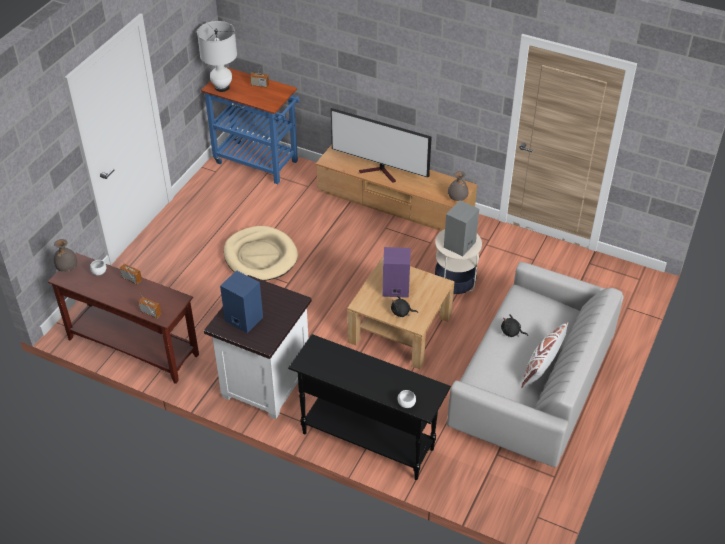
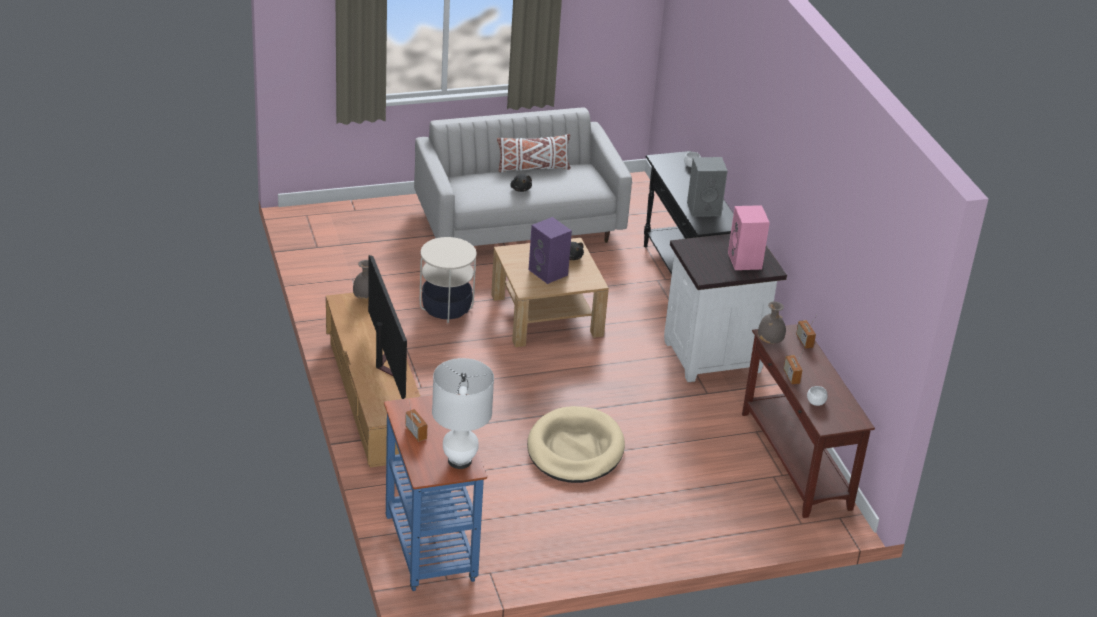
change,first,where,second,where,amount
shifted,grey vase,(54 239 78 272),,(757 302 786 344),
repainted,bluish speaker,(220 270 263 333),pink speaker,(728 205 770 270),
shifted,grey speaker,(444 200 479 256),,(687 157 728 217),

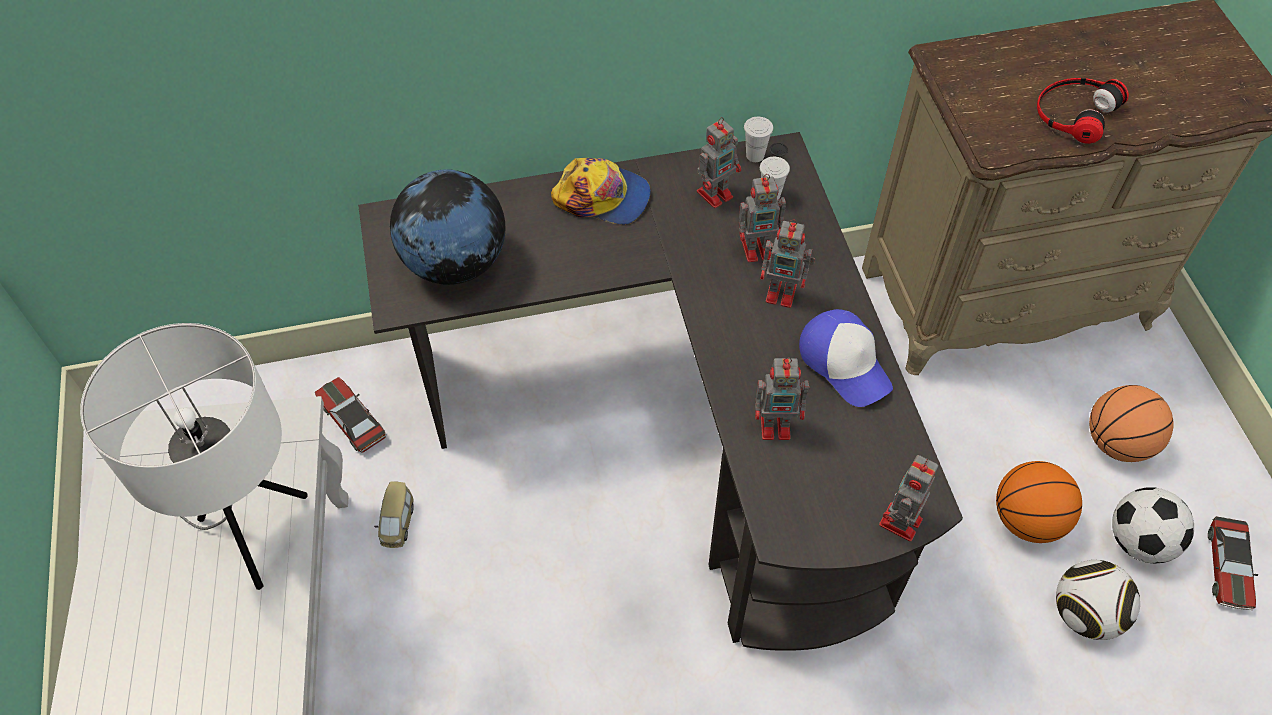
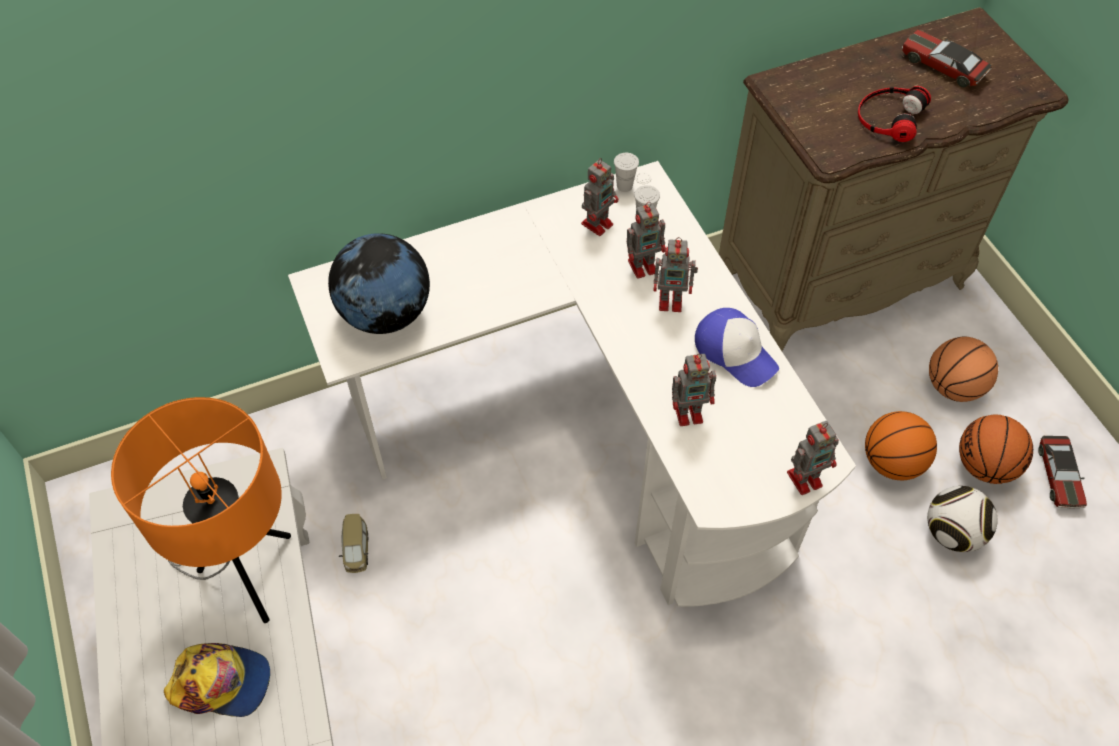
change,first,where,second,where,amount
repainted,white-coloured tabletop lamp,(80 323 308 590),orange-coloured tabletop lamp,(111 397 291 623),
shifted,miniature car,(315 377 386 453),,(902 30 992 87),
repainted,black-coloured desk table,(358 132 963 651),white-coloured desk table,(288 161 856 607),
shifted,baseball cap,(551 158 651 225),,(164 643 270 717),
rotated,toy robot,(879 455 938 542),,(787 421 839 495),135 degrees counterclockwise
swapped,football ball,(1112 487 1194 564),basketball,(959 415 1033 484),

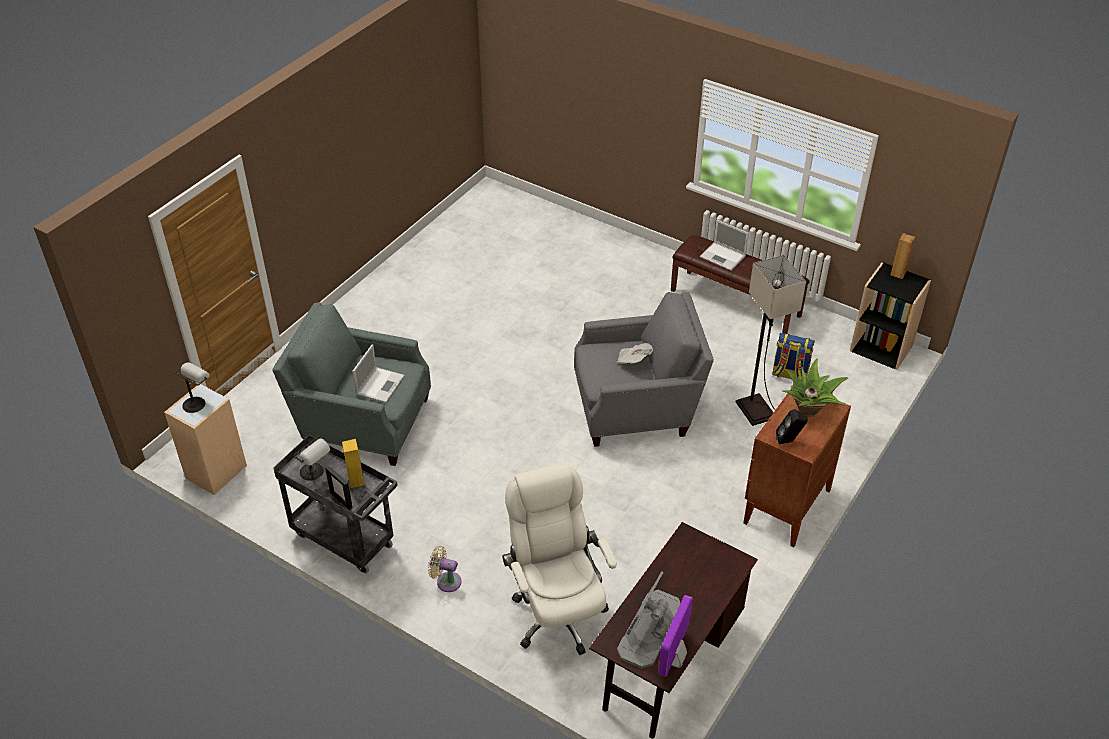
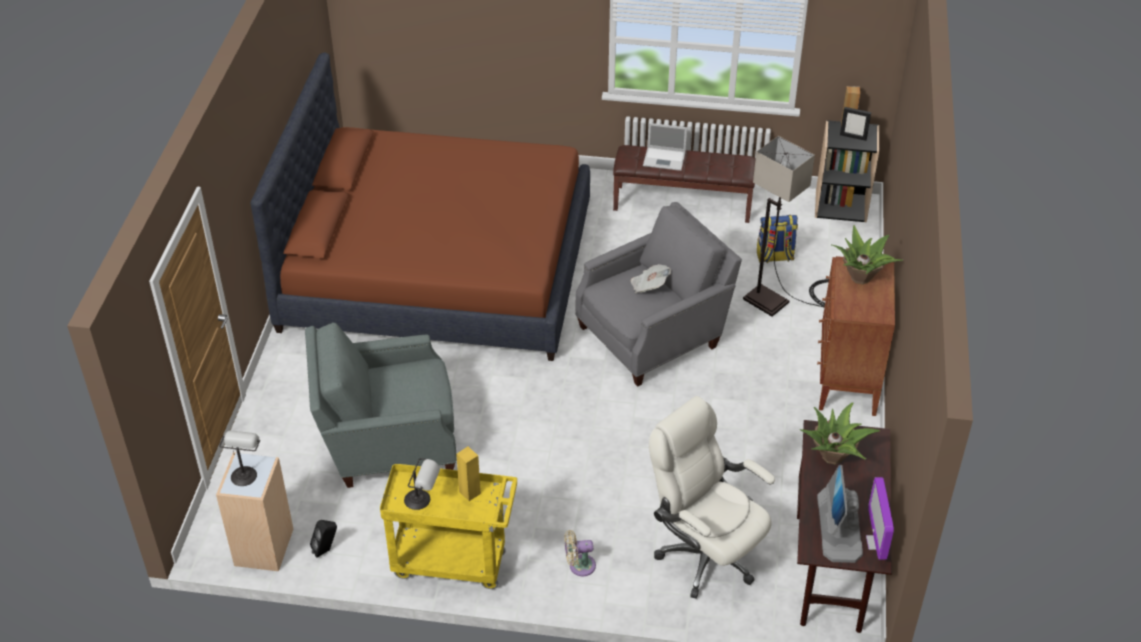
change,first,where,second,where,amount
repainted,grey wheeled cart,(274 436 397 573),yellow-coloured wheeled cart,(380 464 517 589),
shifted,photo frame,(325 465 353 510),,(840 107 871 141),
gone,portable computer,(352 344 404 403),,,
shifted,black-coloured speaker,(776 409 808 444),,(310 520 337 558),
new,,,brown-coloured bedroom bed,(250 52 590 361),
new,,,houseplant,(800 402 880 465),

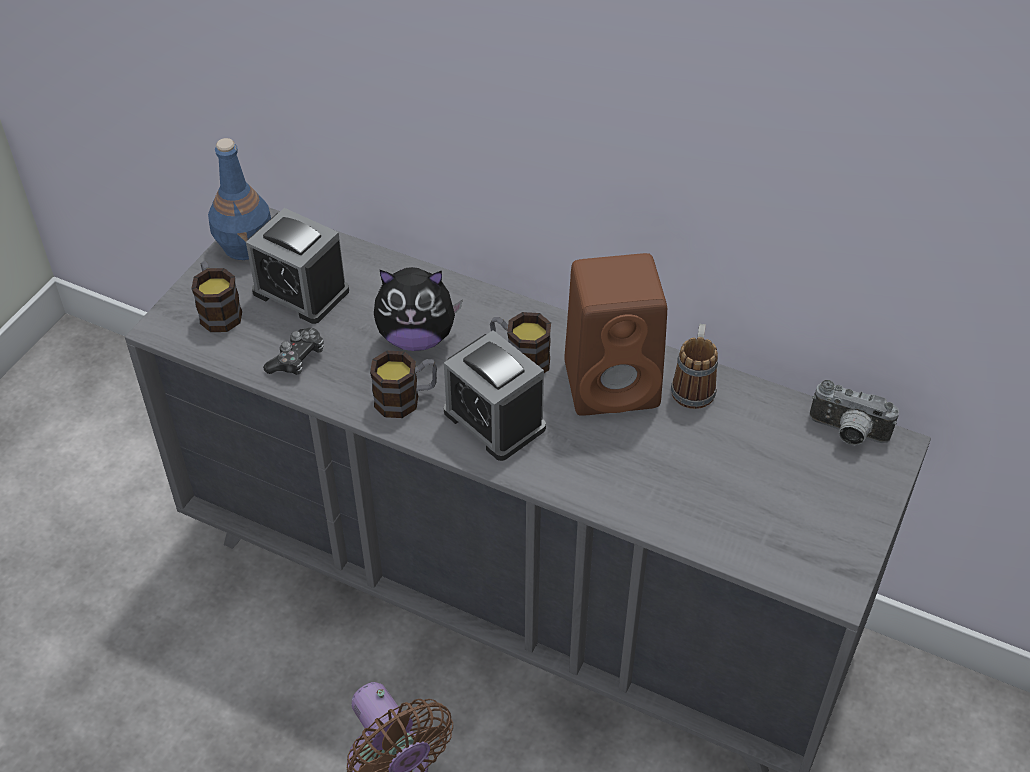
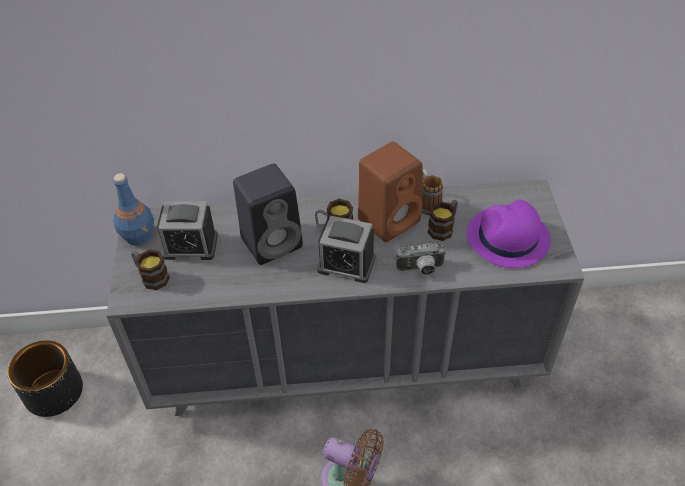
change,first,where,second,where,amount
gone,joypad,(263 328 324 375),,,
shifted,tea mug,(370 351 437 418),,(428 200 458 241),
swapped,plush toy,(374 267 463 351),black-coloured speaker,(233 163 303 265),
shifted,photo camera,(809 380 899 445),,(396 243 446 275),
new,,,black-coloured plant pot,(7 340 83 417),
new,,,purple wearable hat,(467 200 551 268),

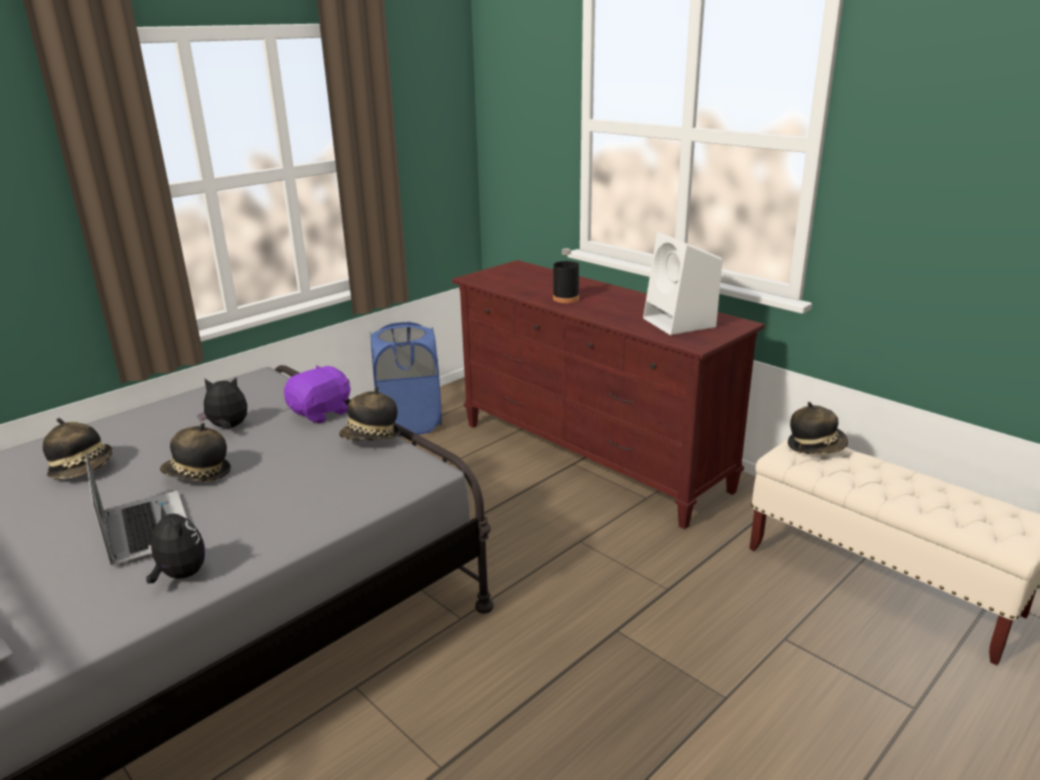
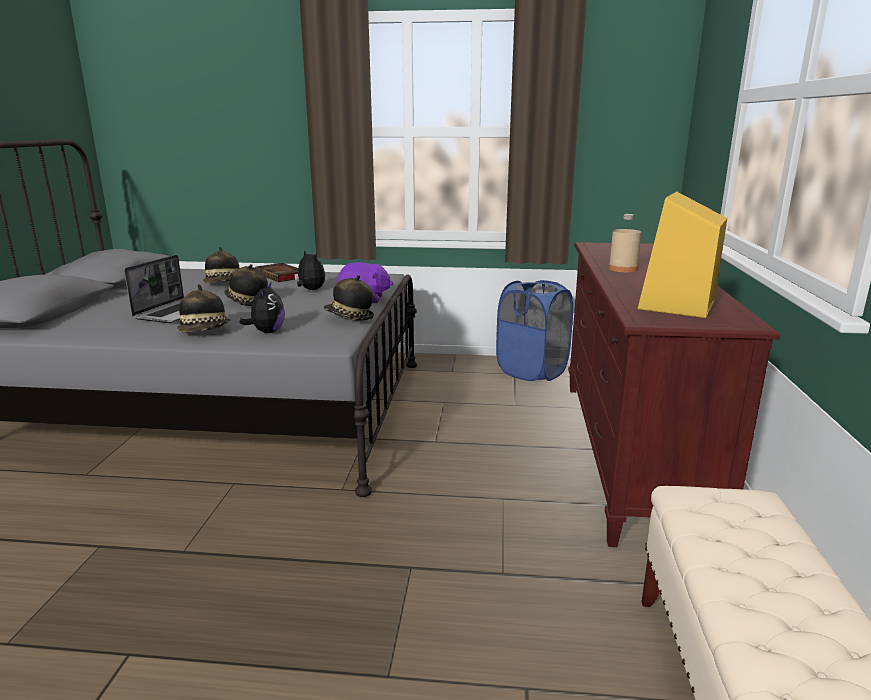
change,first,where,second,where,amount
shifted,plush toy,(146 505 205 584),,(239 282 285 333),
repainted,black-coloured drink bottle,(553 248 579 303),sand-coloured drink bottle,(609 214 641 272),
repainted,white-coloured speaker,(643 232 722 335),yellow-coloured speaker,(638 192 727 318),
shifted,wearable hat,(788 402 848 455),,(177 284 230 332),
new,,,volume,(255 263 298 282),

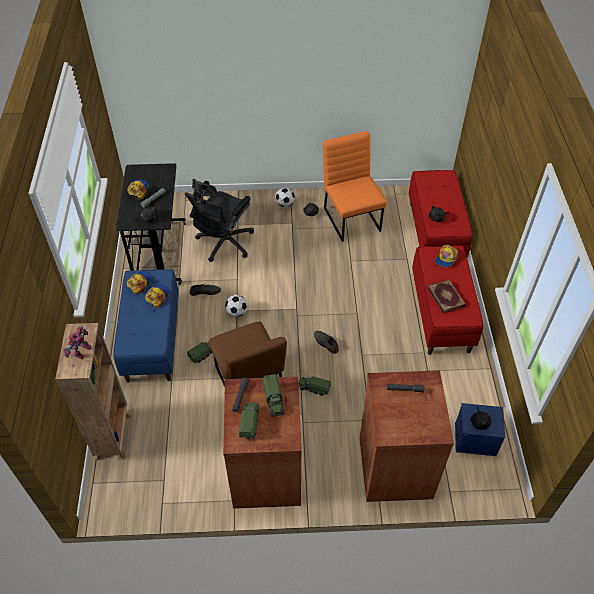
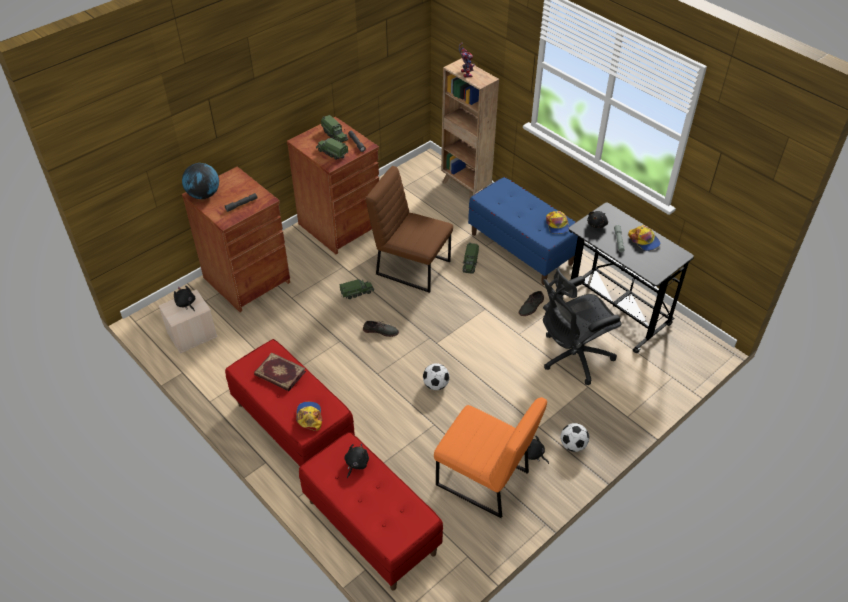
change,first,where,second,where,amount
gone,baseball cap,(145 284 170 308),,,
rotated,office chair,(185 179 254 262),,(543 267 622 385),105 degrees counterclockwise
shifted,football ball,(225 295 248 317),,(423 363 450 390),
repainted,bluish storage bin,(455 403 505 456),sand-coloured storage bin,(159 289 218 353),
new,,,world globe,(182 163 219 199),

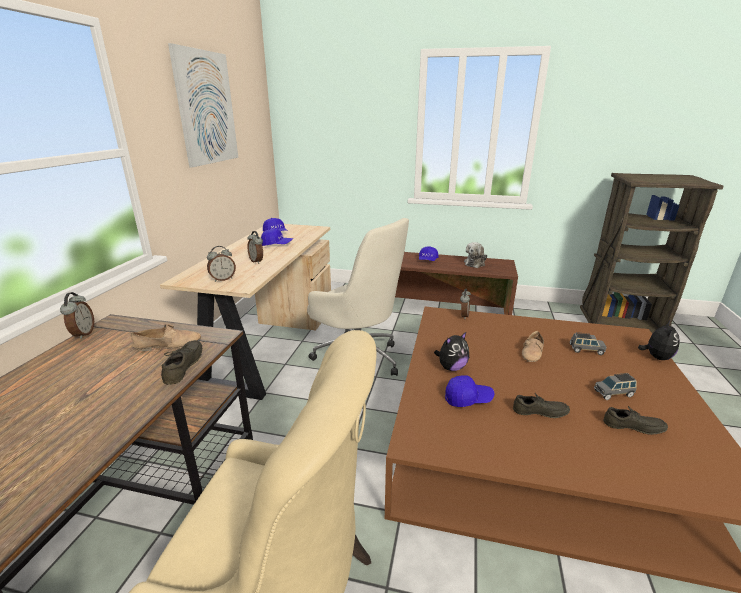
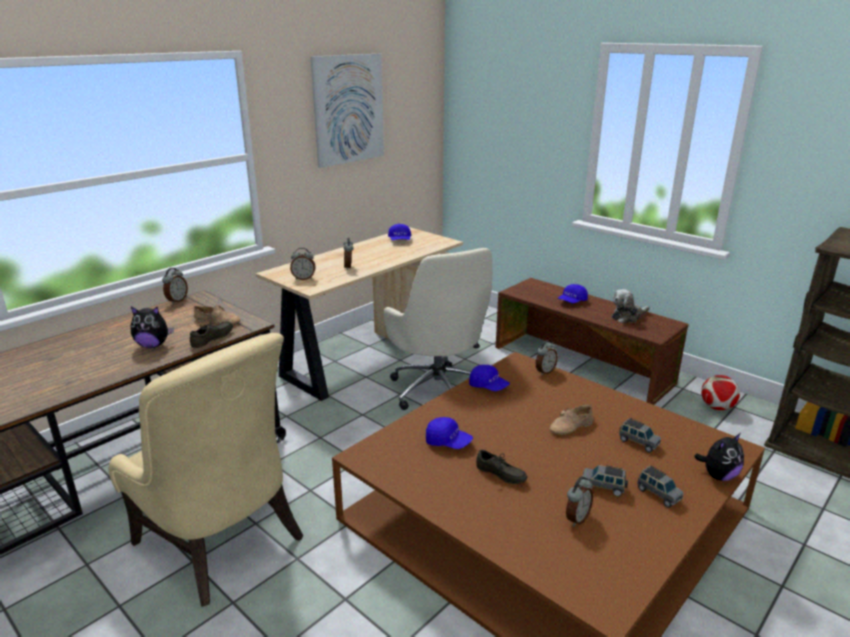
change,first,where,second,where,amount
shifted,bluish baseball cap,(261 229 293 246),,(469 365 510 391),
shifted,plush toy,(434 332 469 371),,(131 307 174 348),
swapped,grey low shoe,(603 406 668 435),bedside clock,(566 477 593 526),
new,,,grey miniature car,(637 465 684 508),
new,,,football ball,(701 375 740 410),

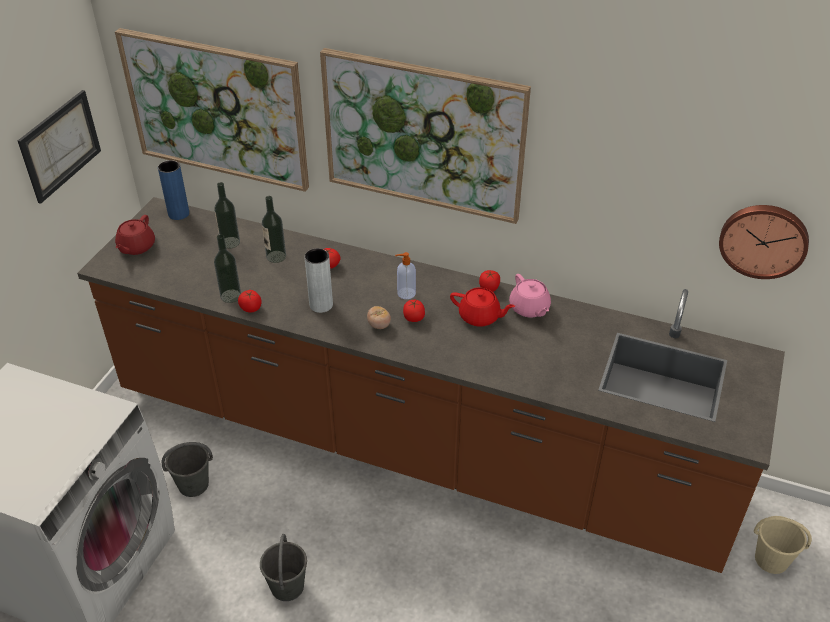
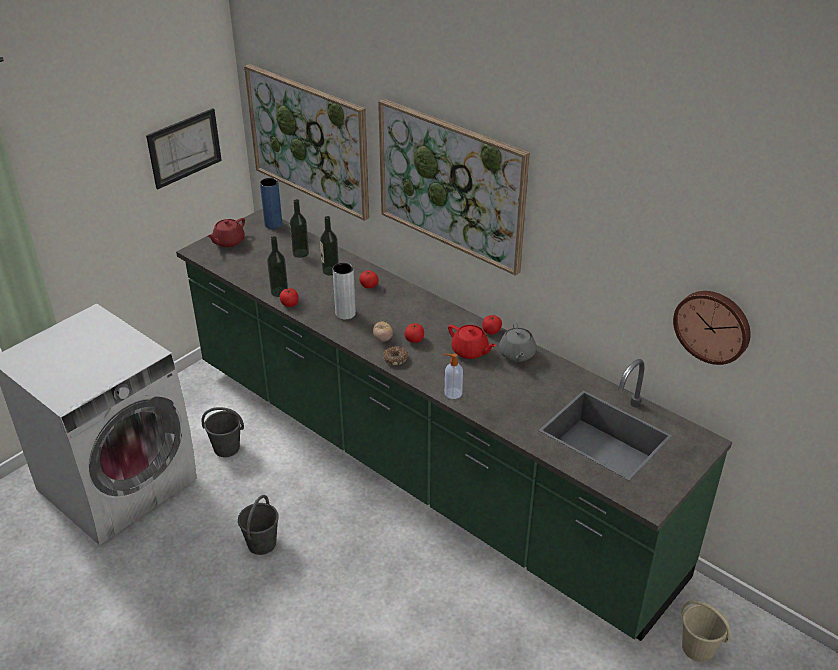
change,first,where,second,where,amount
repainted,brown-coloured kitchen base unit,(77 197 785 573),green-coloured kitchen base unit,(176 209 732 641),
shifted,liquid soap bottle,(395 252 416 299),,(444 354 463 399),
repainted,pink teapot,(509 274 551 317),grey teapot,(499 322 536 362),
new,,,ring doughnut,(383 347 408 365),

